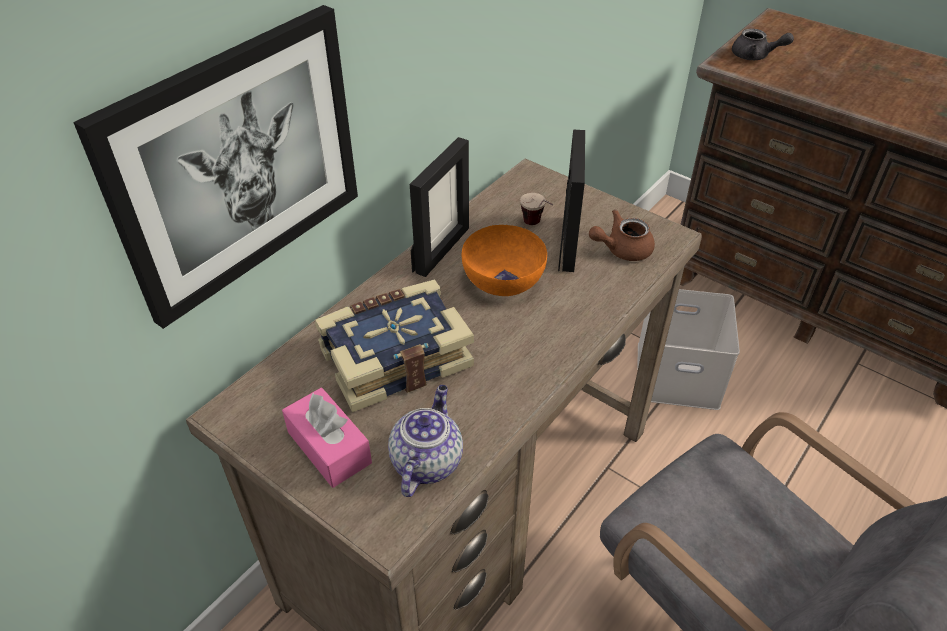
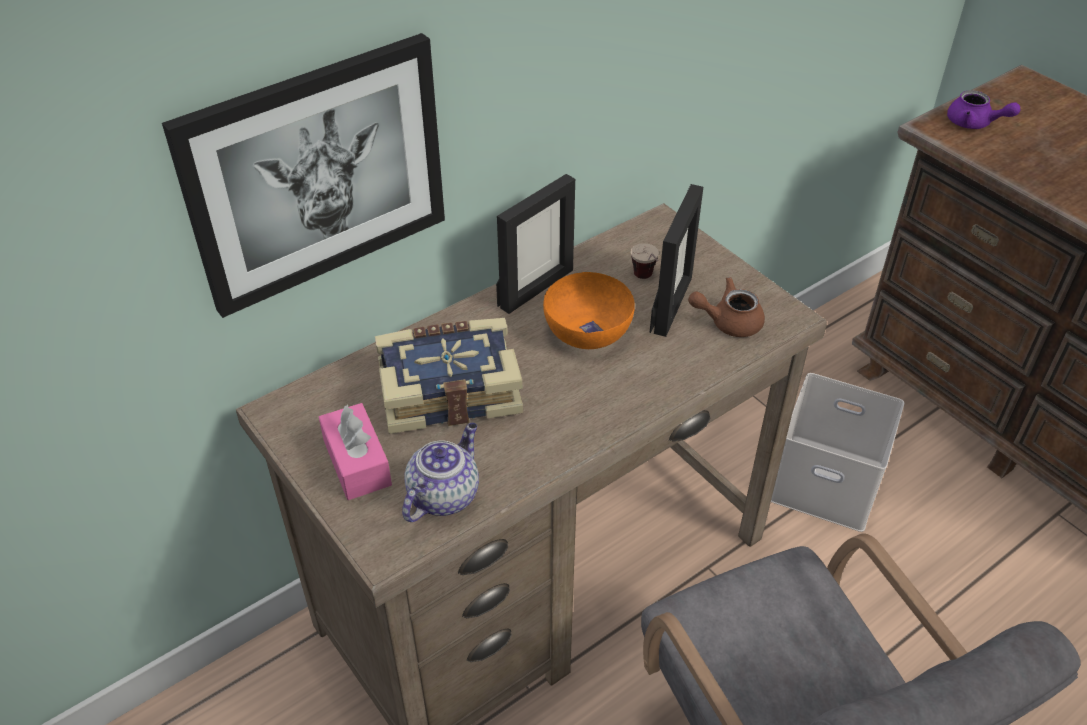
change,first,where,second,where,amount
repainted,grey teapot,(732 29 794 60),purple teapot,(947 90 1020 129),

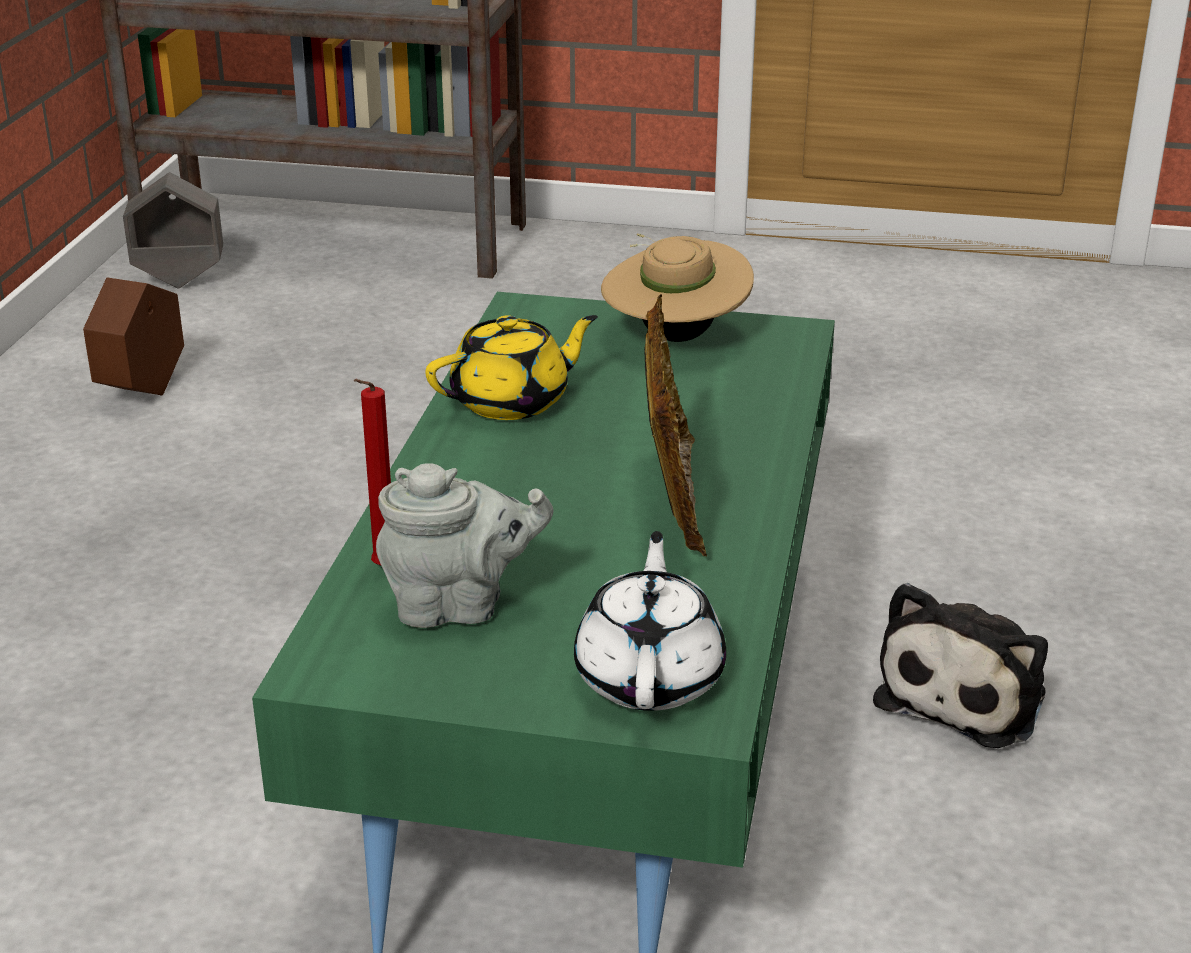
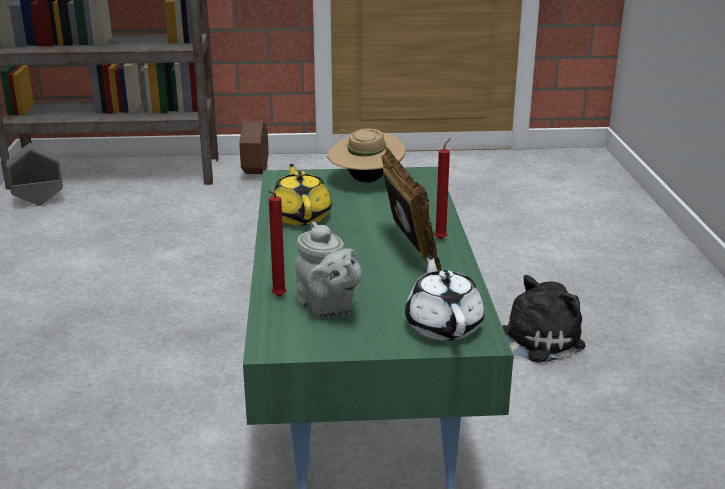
change,first,where,second,where,amount
shifted,brown-coloured plant pot,(83 278 184 395),,(239 121 269 174),
rotated,grey teapot,(376 463 553 628),,(295 222 362 318),75 degrees clockwise
rotated,yellow-coloured teapot,(425 315 598 420),,(271 164 332 225),60 degrees counterclockwise
rotated,plush toy,(873 583 1048 748),,(502 275 585 363),135 degrees counterclockwise
new,,,red wax light,(434 137 451 240),

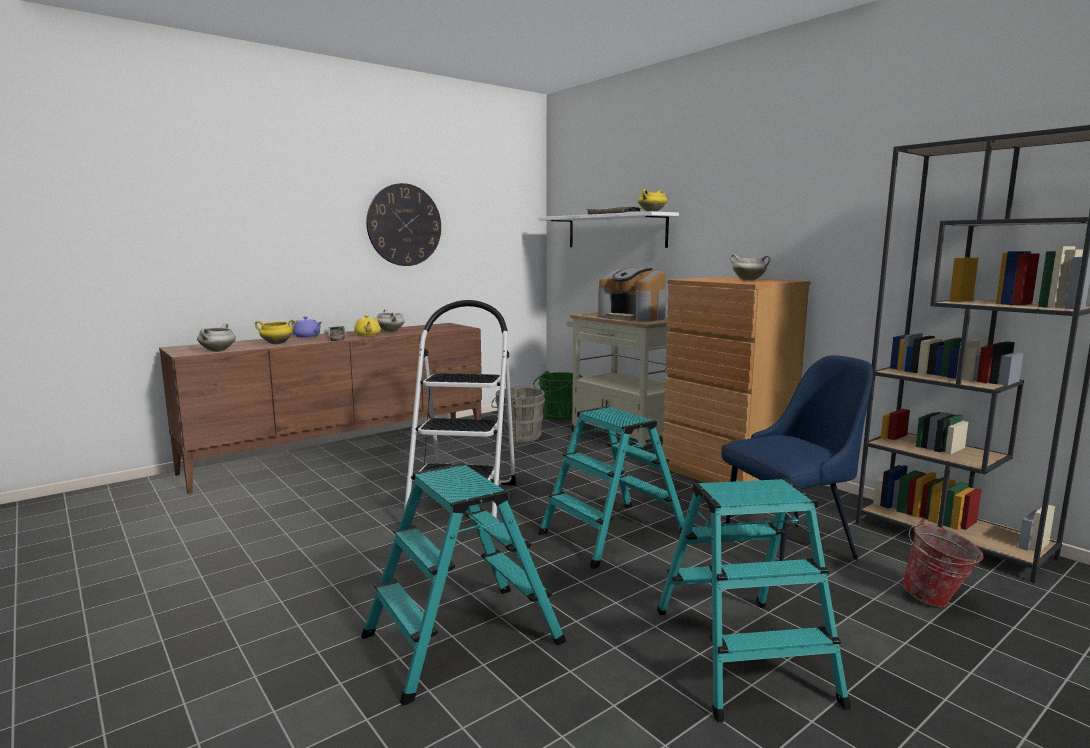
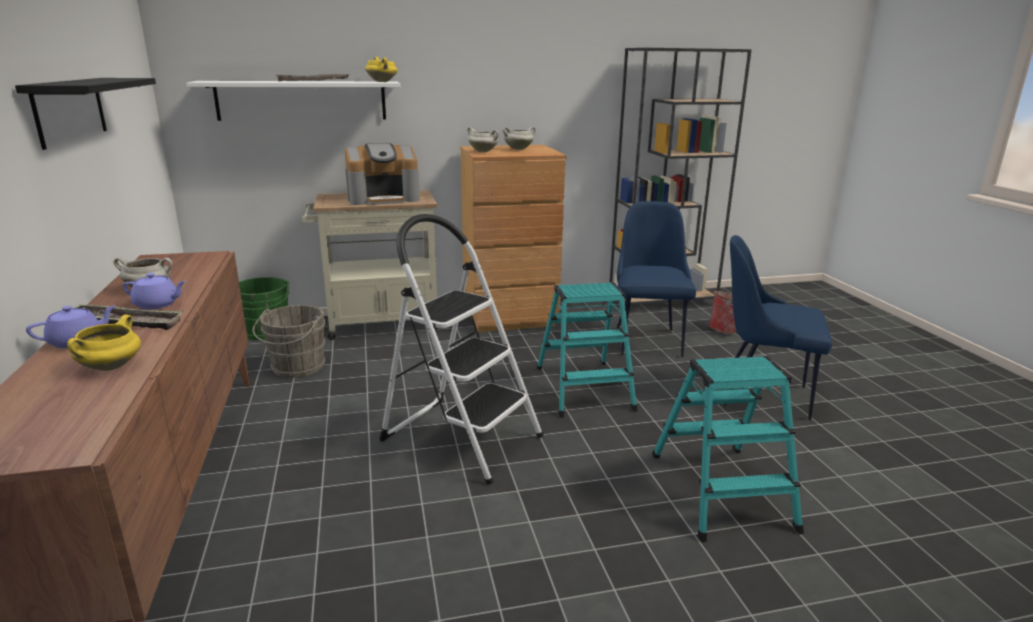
change,first,where,second,where,amount
shifted,white-coloured saucepot,(197 323 236 352),,(467 127 499 152),
repainted,yellow-coloured teapot,(354 315 381 336),purple teapot,(122 273 186 309),
swapped,hanging clock,(366 183 441 266),black-coloured wall shelf,(15 78 156 150),
swapped,turquoise-coloured step ladder,(657 478 851 722),bluish chair,(723 235 832 420),

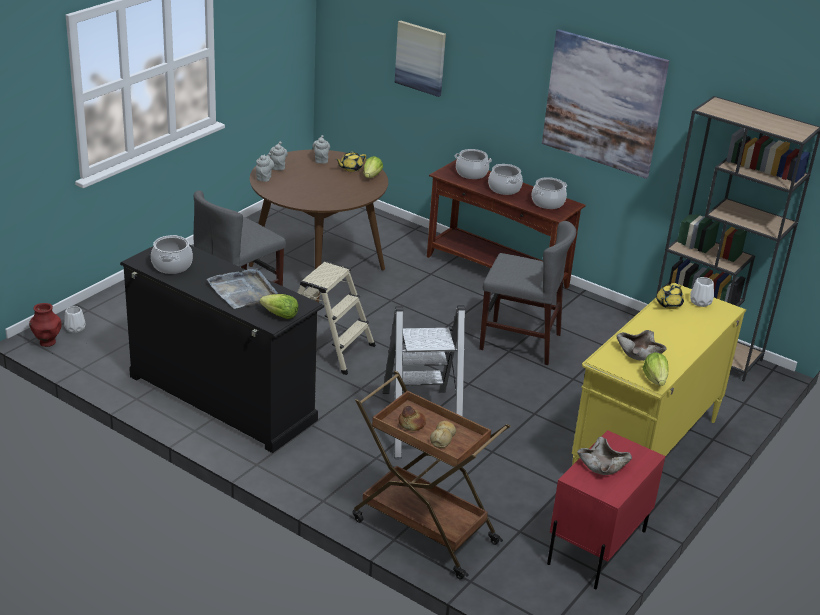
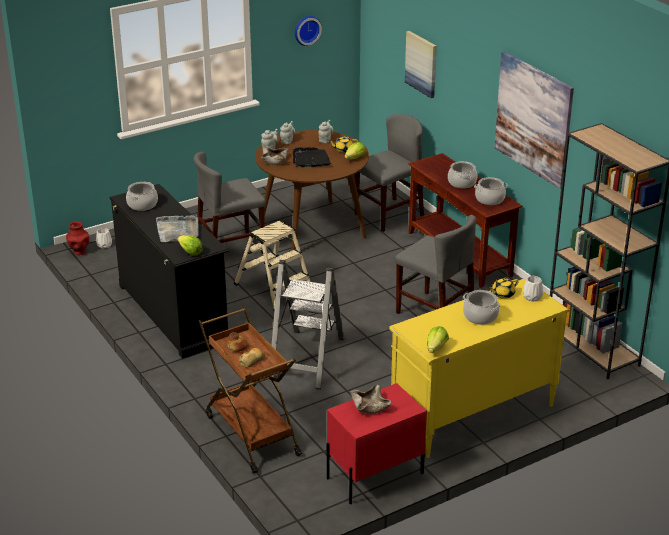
change,first,where,second,where,amount
shifted,saucepot,(455 149 492 179),,(463 290 500 325),
shifted,sand-coloured serving bowl,(616 330 667 361),,(261 147 289 165),
new,,,black-coloured tray,(293 147 331 167),
new,,,hanging clock,(295 16 322 46),
new,,,grey chair,(354 114 424 232),

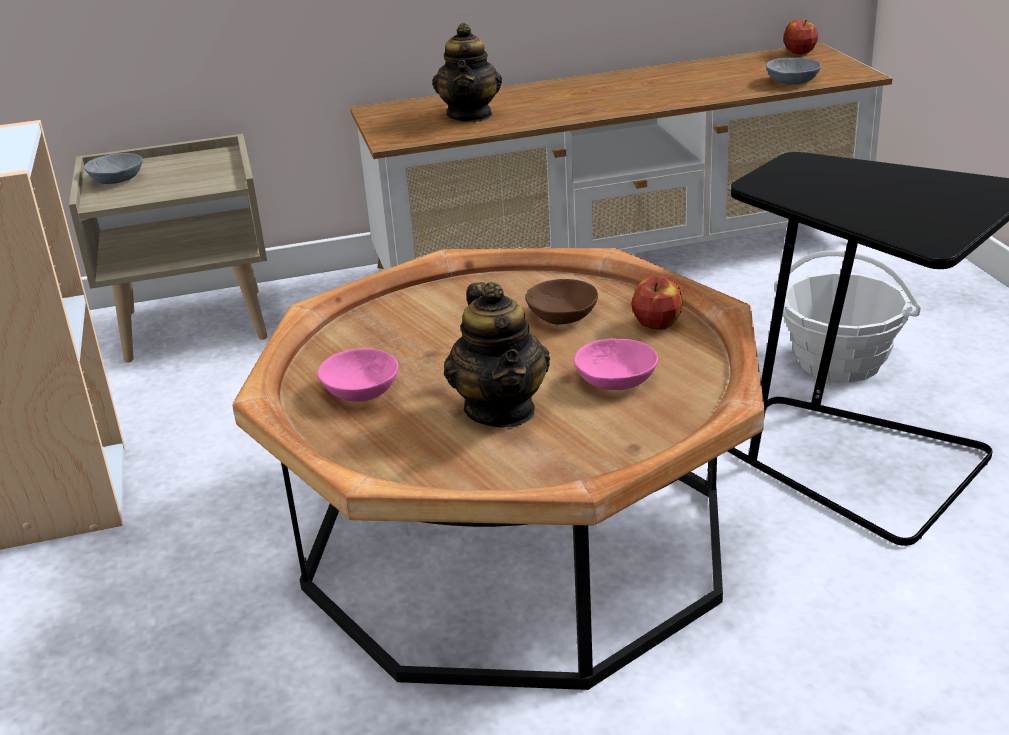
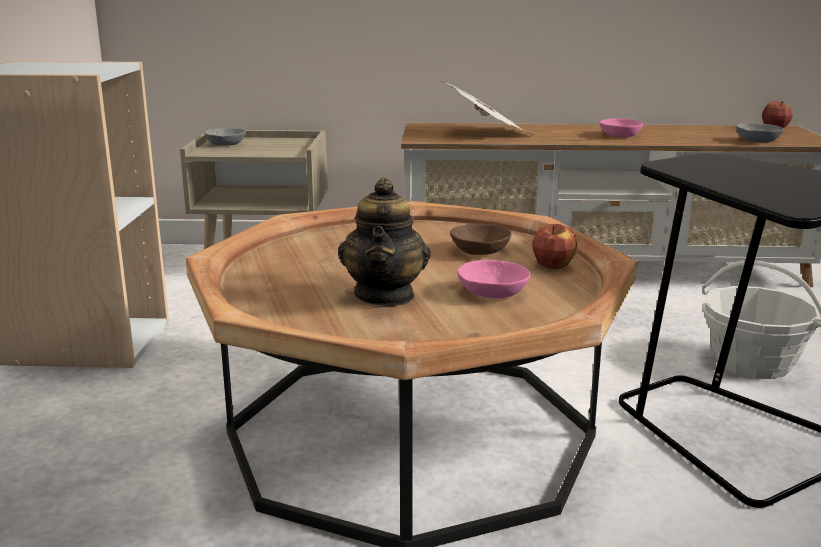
change,first,where,second,where,amount
shifted,pink serving bowl,(317 348 398 402),,(599 118 643 138),
swapped,teapot,(432 23 502 122),daily paper,(444 82 534 135),

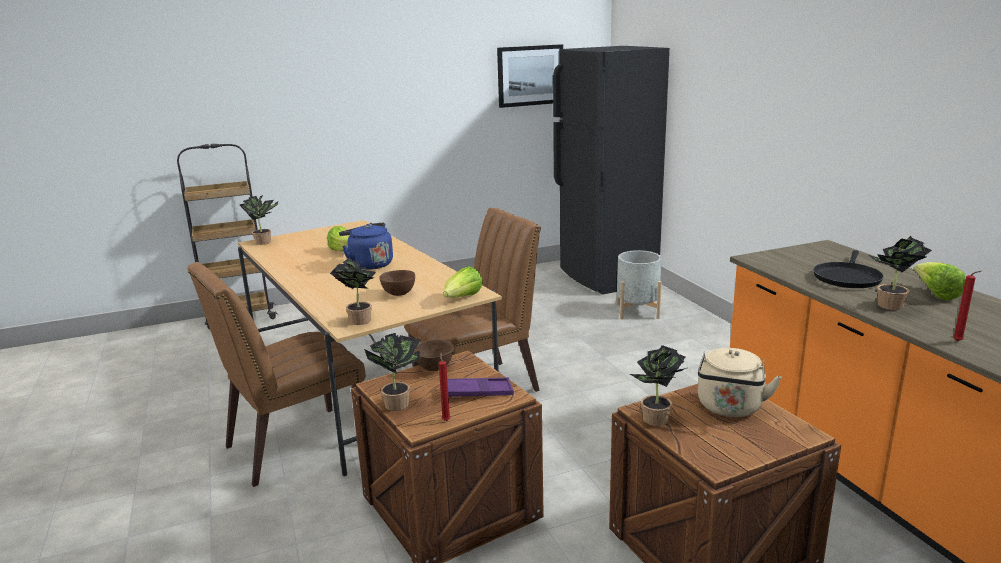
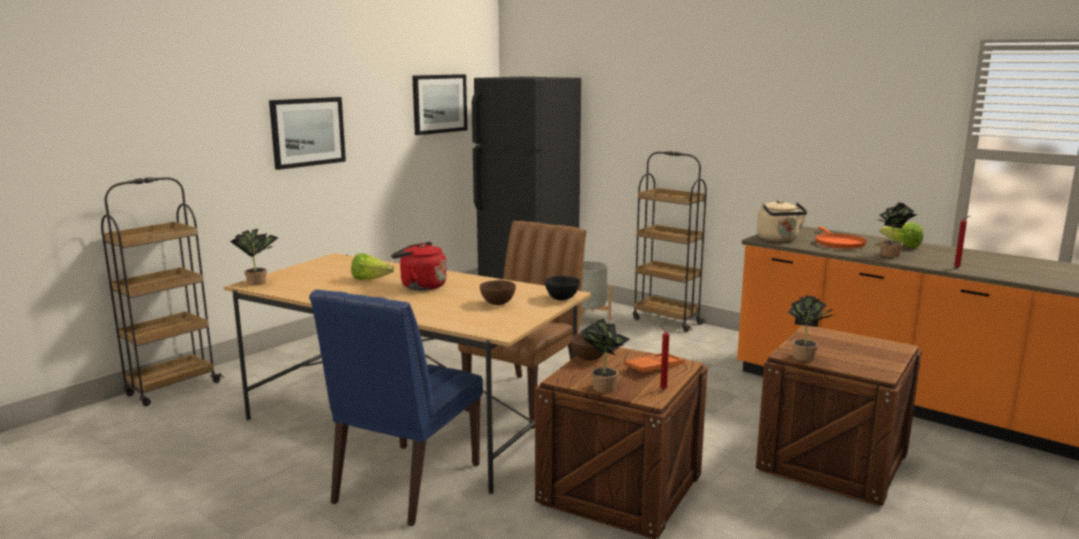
change,first,where,second,where,amount
repainted,brown-coloured chair,(187 262 366 487),bluish chair,(309 289 483 526),
gone,houseplant,(330 257 376 325),,,
repainted,bluish water kettle,(339 223 393 270),red water kettle,(391 242 447 291),
swapped,head of lettuce,(443 266 483 298),black-coloured serving bowl,(545 276 580 300),
repainted,purple tray,(447 378 514 398),orange-coloured tray,(624 353 685 374),
shifted,sand-coloured water kettle,(698 348 782 417),,(757 200 807 242),
repainted,black-coloured skillet,(813 250 884 288),orange-coloured skillet,(815 226 867 249),
new,,,wall picture,(269 97 346 170),
new,,,brown-coloured wheeled cart,(633 151 707 332),

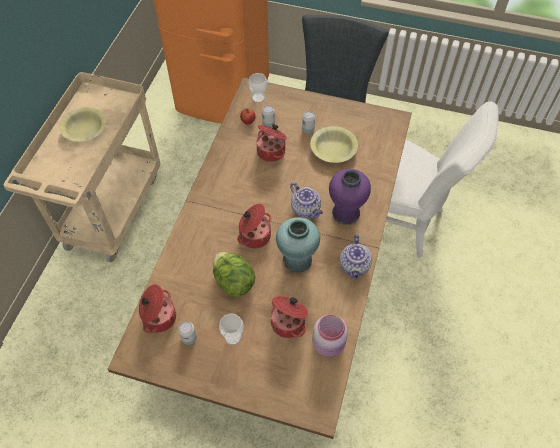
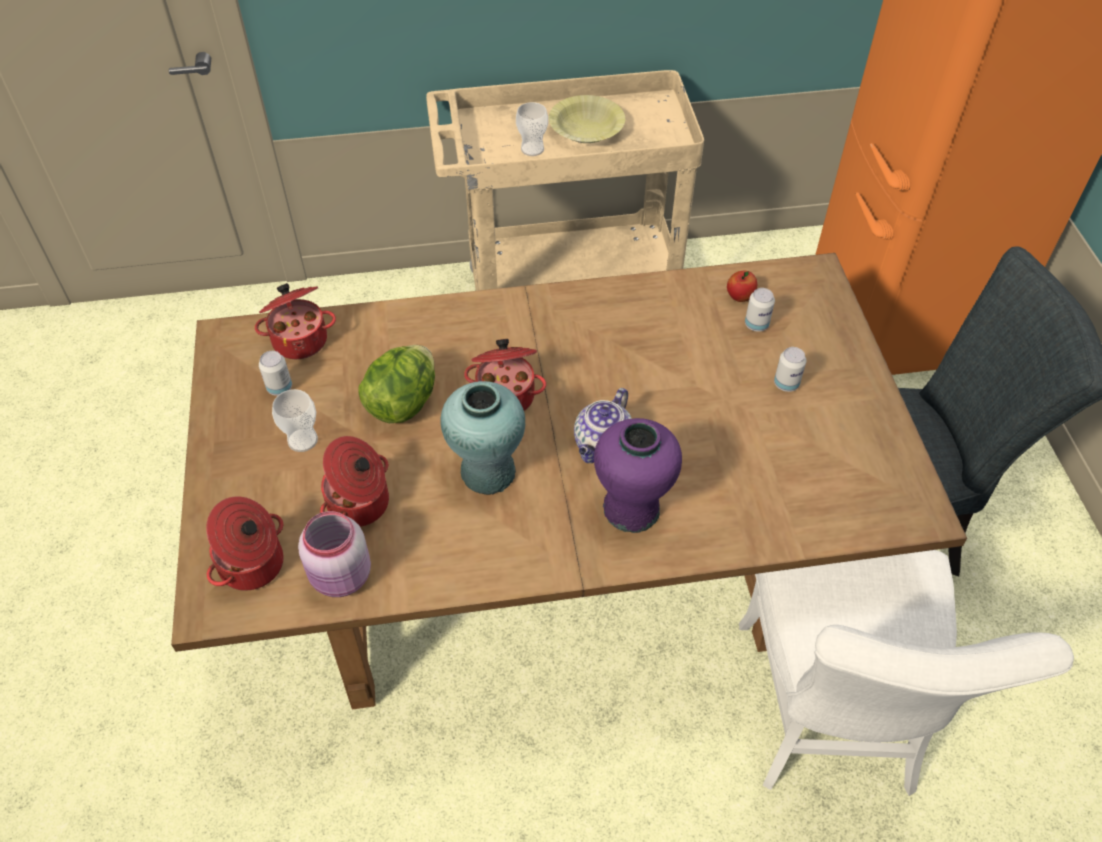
change,first,where,second,where,amount
shifted,drinking cup,(249 73 267 103),,(516 102 548 156),
shifted,saucepot,(256 124 288 162),,(206 496 284 591),
gone,yellow-coloured serving bowl,(310 126 358 163),,,
gone,teapot,(340 234 372 280),,,

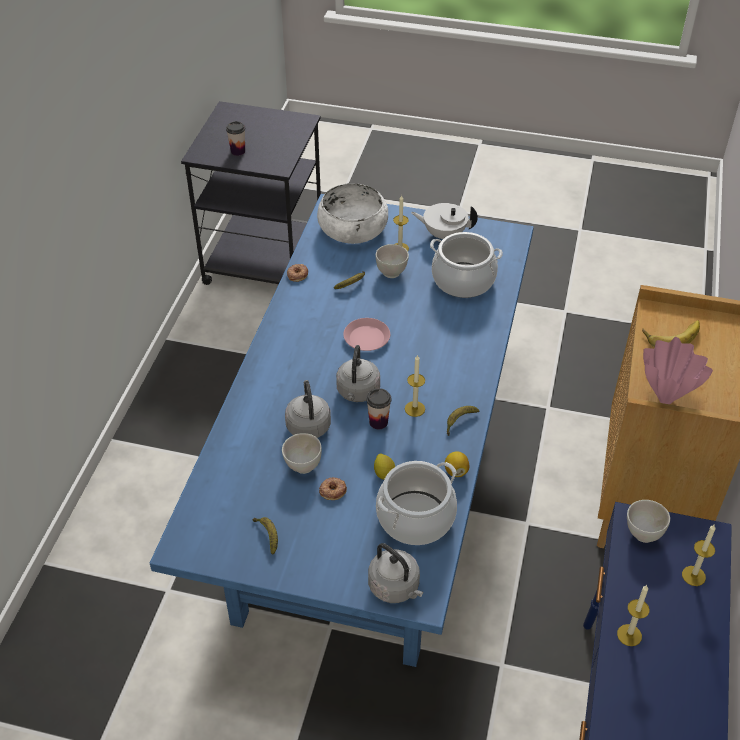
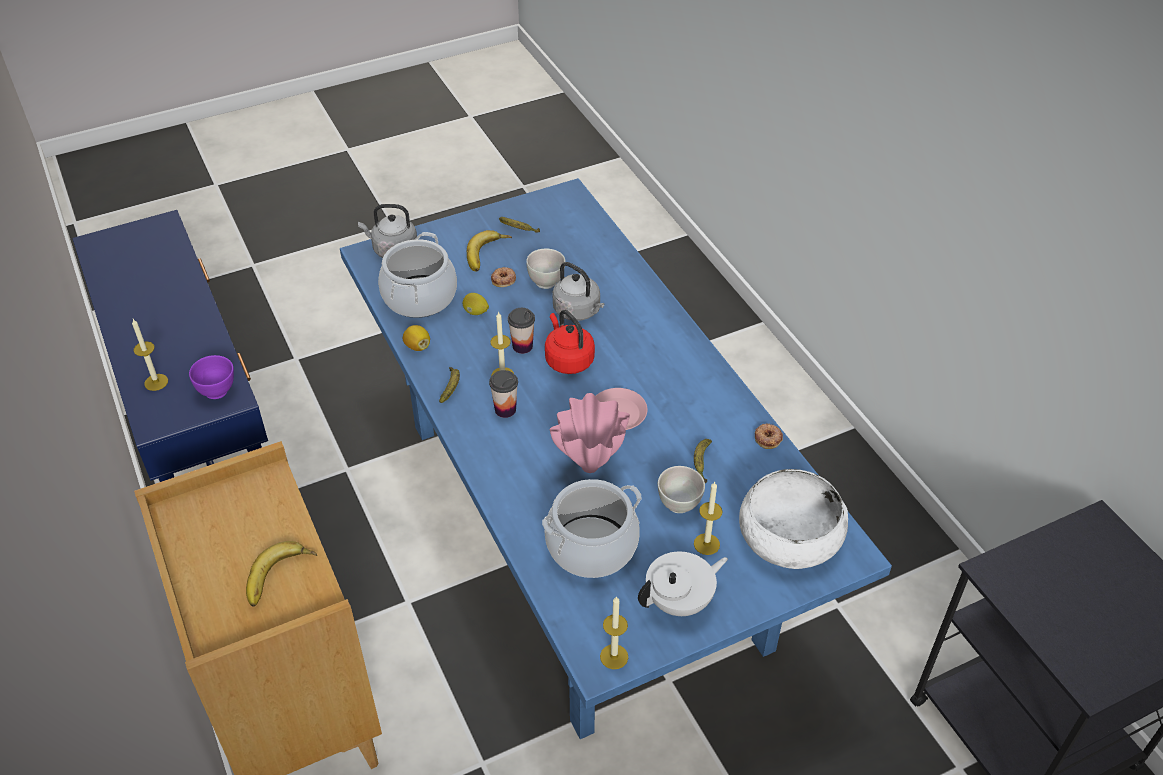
change,first,where,second,where,amount
shifted,drinking cup,(226 121 245 156),,(489 370 518 418),
repainted,grey water kettle,(336 345 380 402),red water kettle,(545 310 595 374),
shifted,wax light,(617 585 649 646),,(600 596 628 669),
repainted,white-coloured serving bowl,(627 500 670 543),purple serving bowl,(189 355 234 399),
shifted,pink vase,(643 337 713 404),,(550 393 630 473),
new,,,banana,(467 230 512 271),

